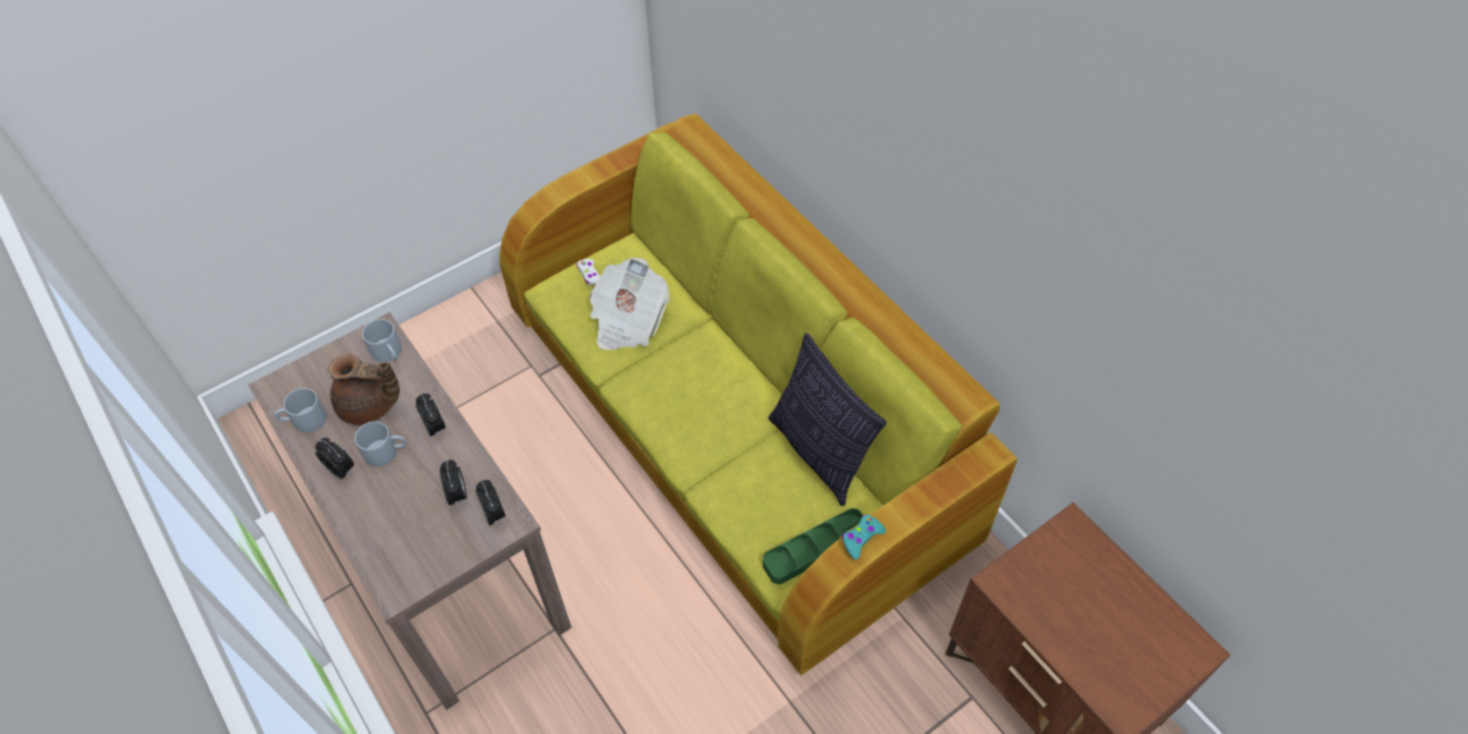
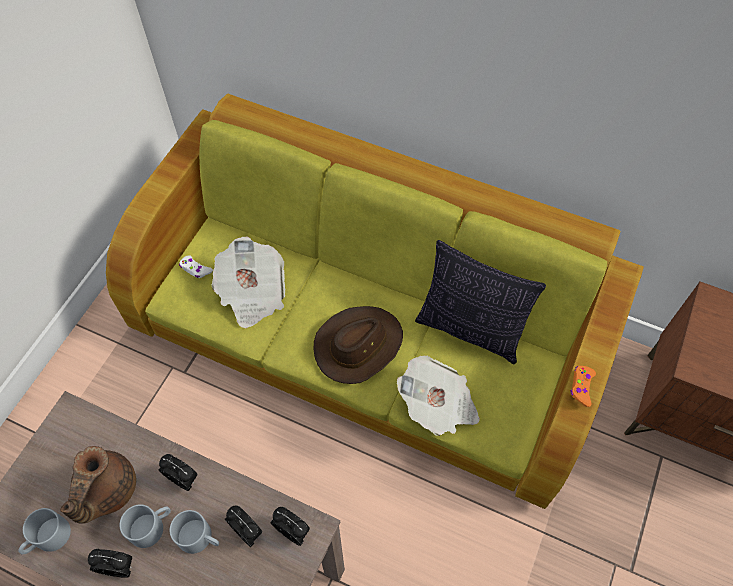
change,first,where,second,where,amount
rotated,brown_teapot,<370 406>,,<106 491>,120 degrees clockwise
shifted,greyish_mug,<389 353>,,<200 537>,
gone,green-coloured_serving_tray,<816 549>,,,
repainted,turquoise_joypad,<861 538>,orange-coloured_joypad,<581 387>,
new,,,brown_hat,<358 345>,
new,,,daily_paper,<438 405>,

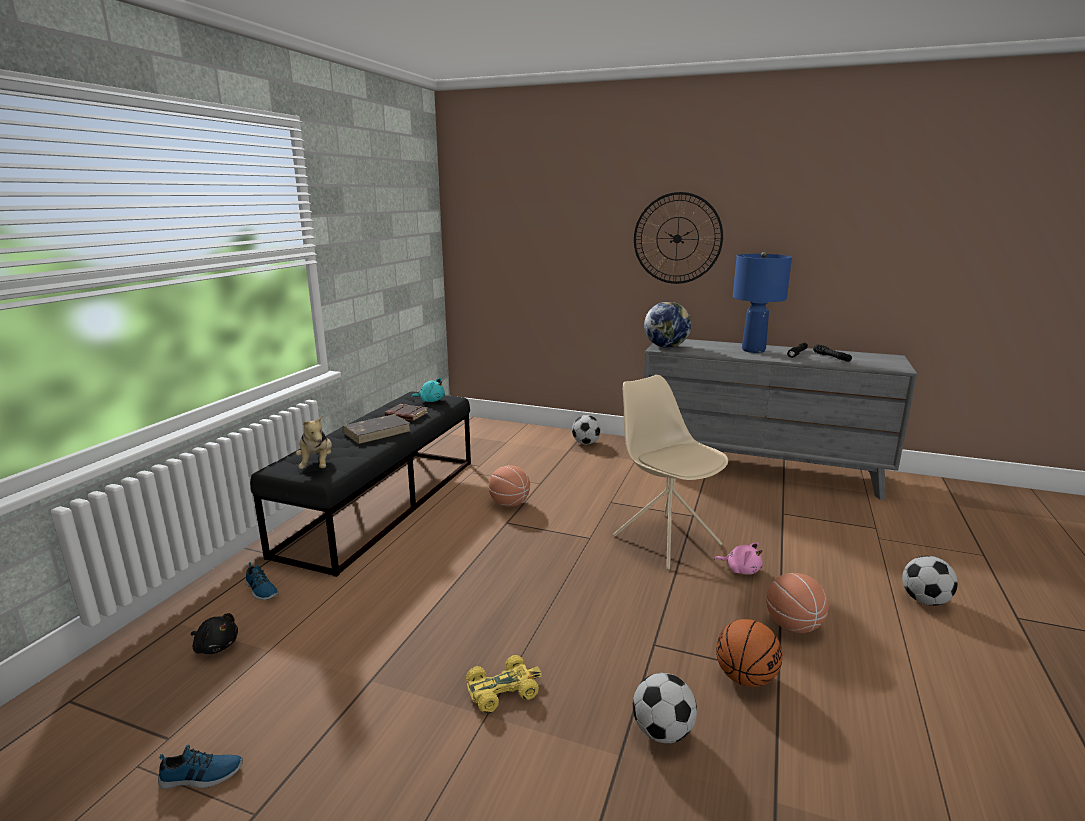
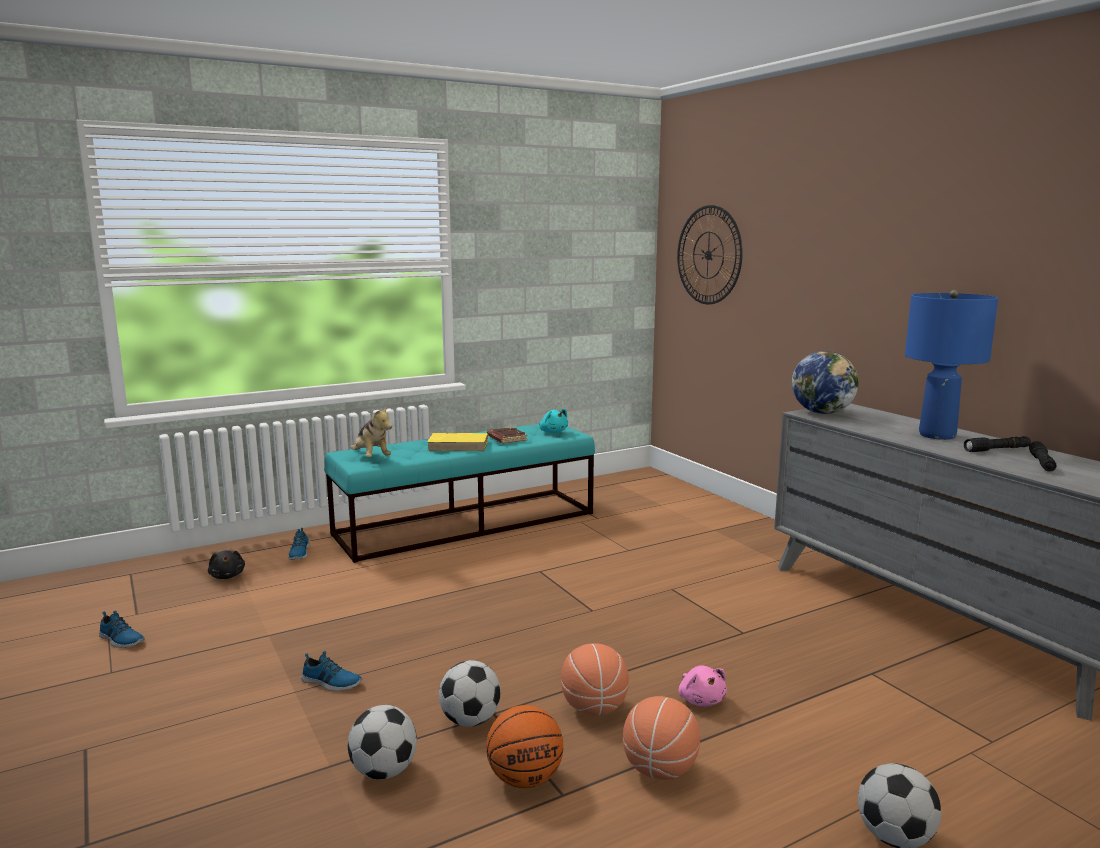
change,first,where,second,where,amount
repainted,blackish_indoor_bench,<383 503>,turquoise_indoor_bench,<467 523>,
rotated,soft_toy,<317 465>,,<371 458>,60 degrees counterclockwise
repainted,brown_book,<377 431>,yellow_book,<459 445>,
swapped,yellow_model_car,<503 690>,item_of_footwear,<331 683>,
shifted,basketball_ball,<509 503>,,<594 708>,
shifted,football_ball,<585 443>,,<470 720>,
gone,beige_chair,<665 539>,,,
shifted,hanging_clock,<677 238>,,<708 255>,

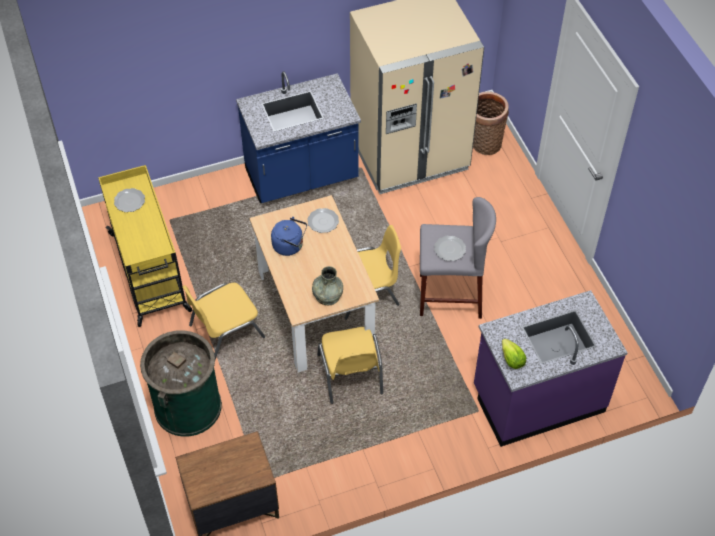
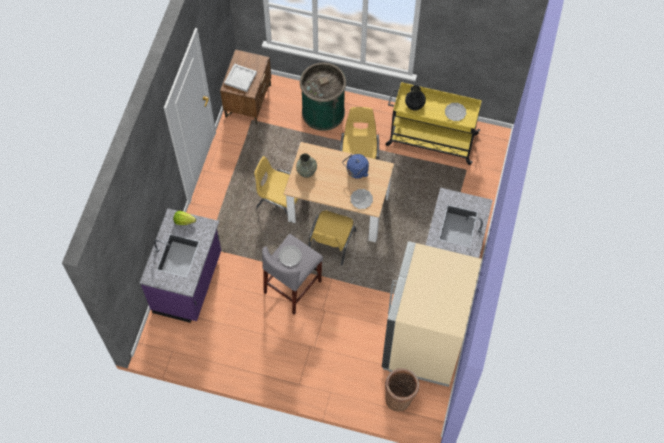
change,first,where,second,where,amount
new,,,white_serving_tray,<240 78>,
new,,,blackish_decorative_vase,<415 103>,

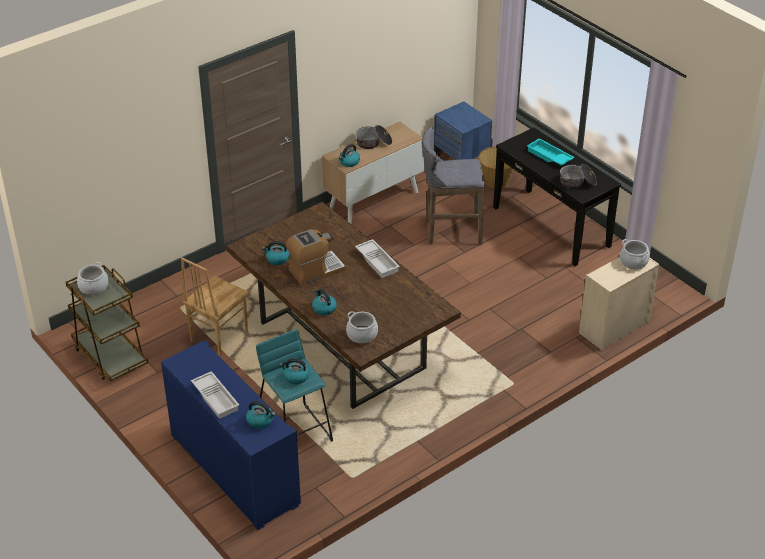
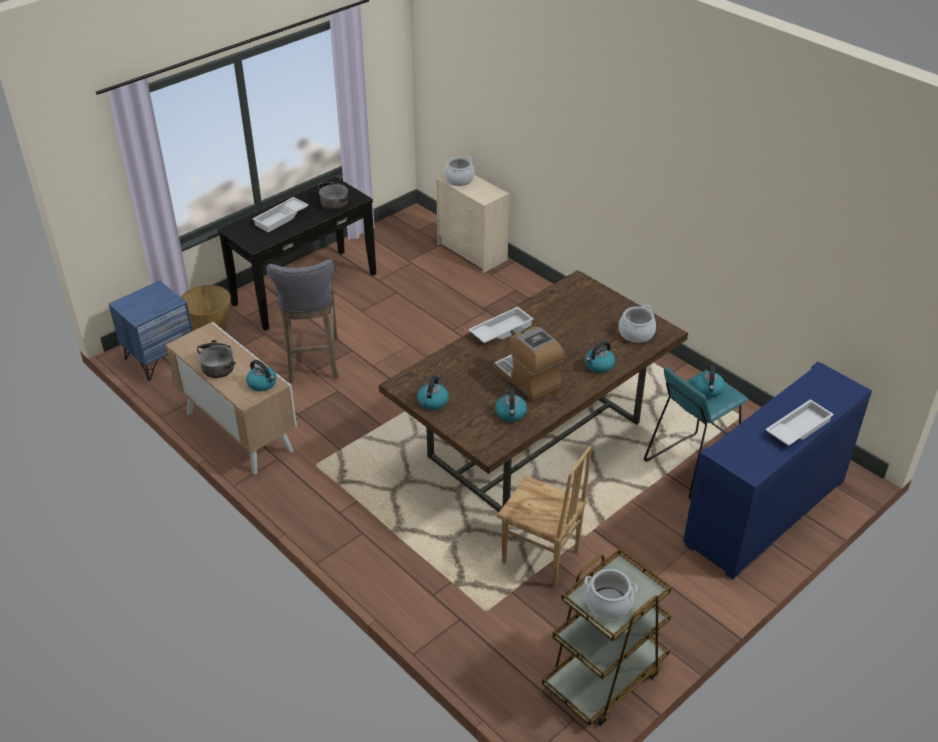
change,first,where,second,where,amount
shifted,water_kettle,<260 420>,,<433 401>,
repainted,turquoise_serving_tray,<549 156>,white_serving_tray,<281 218>,

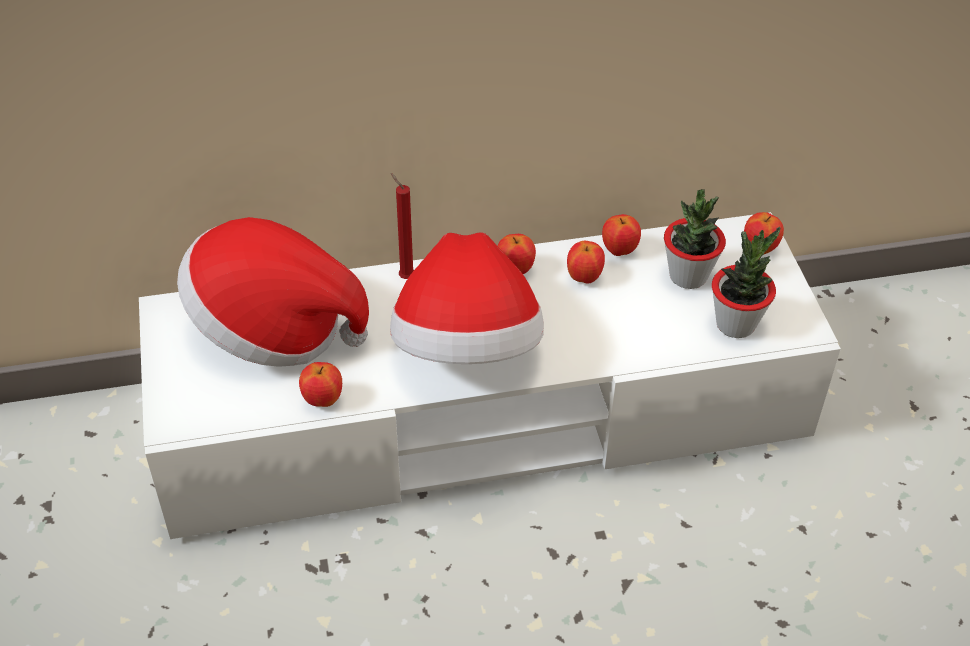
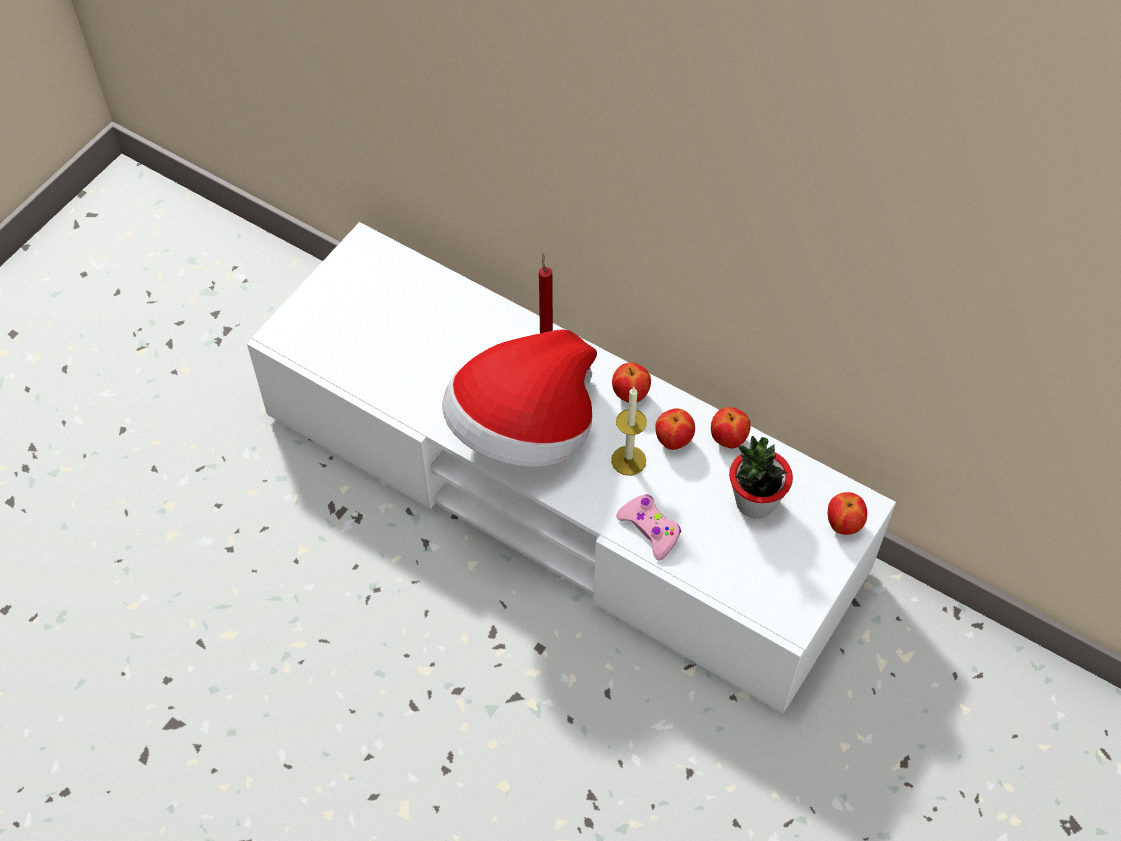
change,first,where,second,where,amount
gone,hat,<273 328>,,,
gone,apple,<322 400>,,,
gone,potted_plant,<736 324>,,,
new,,,wax_candle,<628 460>,
new,,,pinkish_joypad,<650 529>,

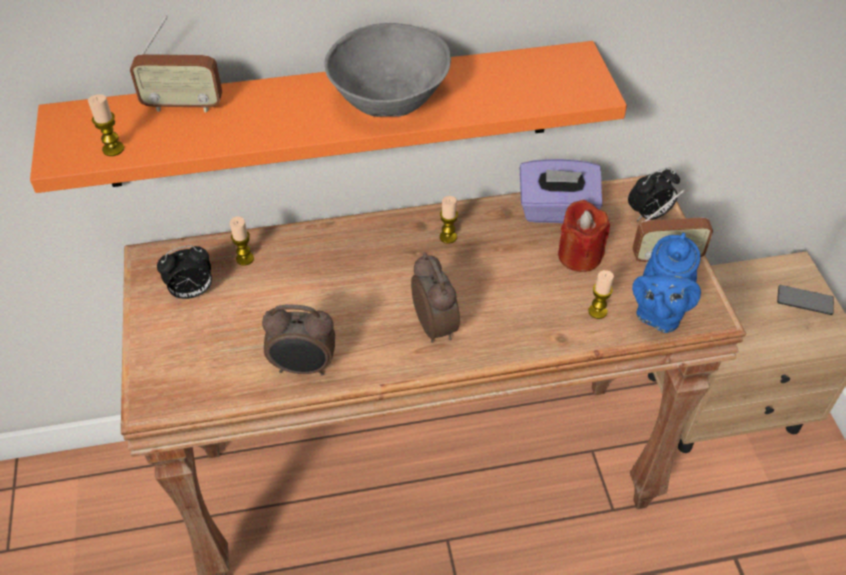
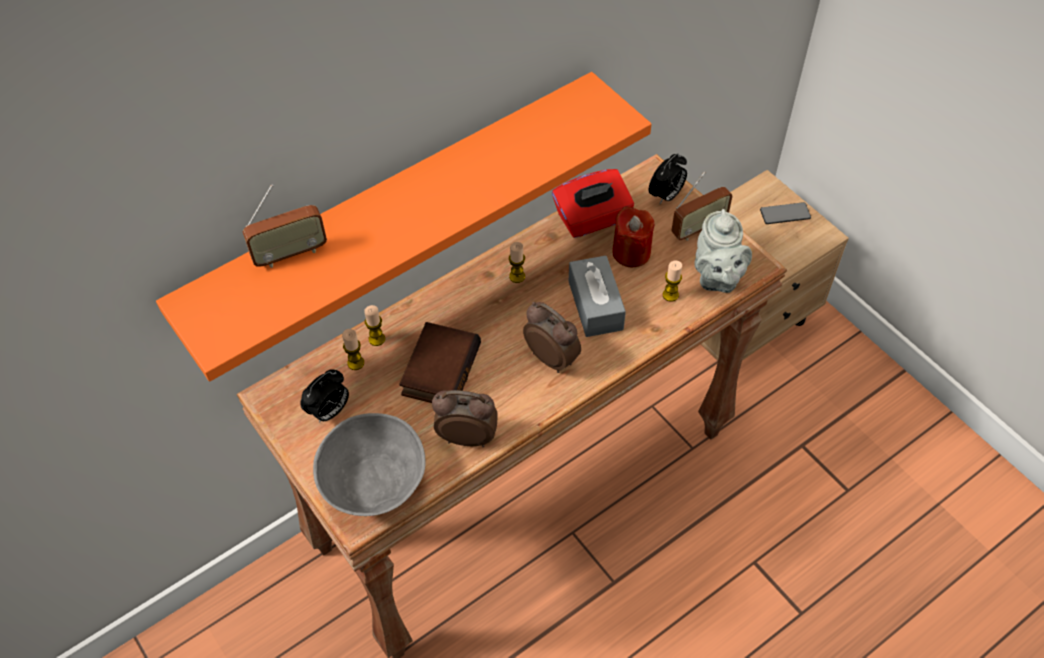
change,first,where,second,where,amount
shifted,wax_candle,<113 149>,,<376 339>,
rotated,alarm_clock,<303 368>,,<467 436>,150 degrees counterclockwise
shifted,greyish_serving_bowl,<387 98>,,<372 483>,
repainted,purple-coloured_tissue_holder,<557 211>,reddish_tissue_holder,<592 219>,
repainted,blue_teapot,<658 313>,greyish_teapot,<716 278>,
new,,,book,<439 368>,
new,,,greyish_tissue_holder,<595 305>,

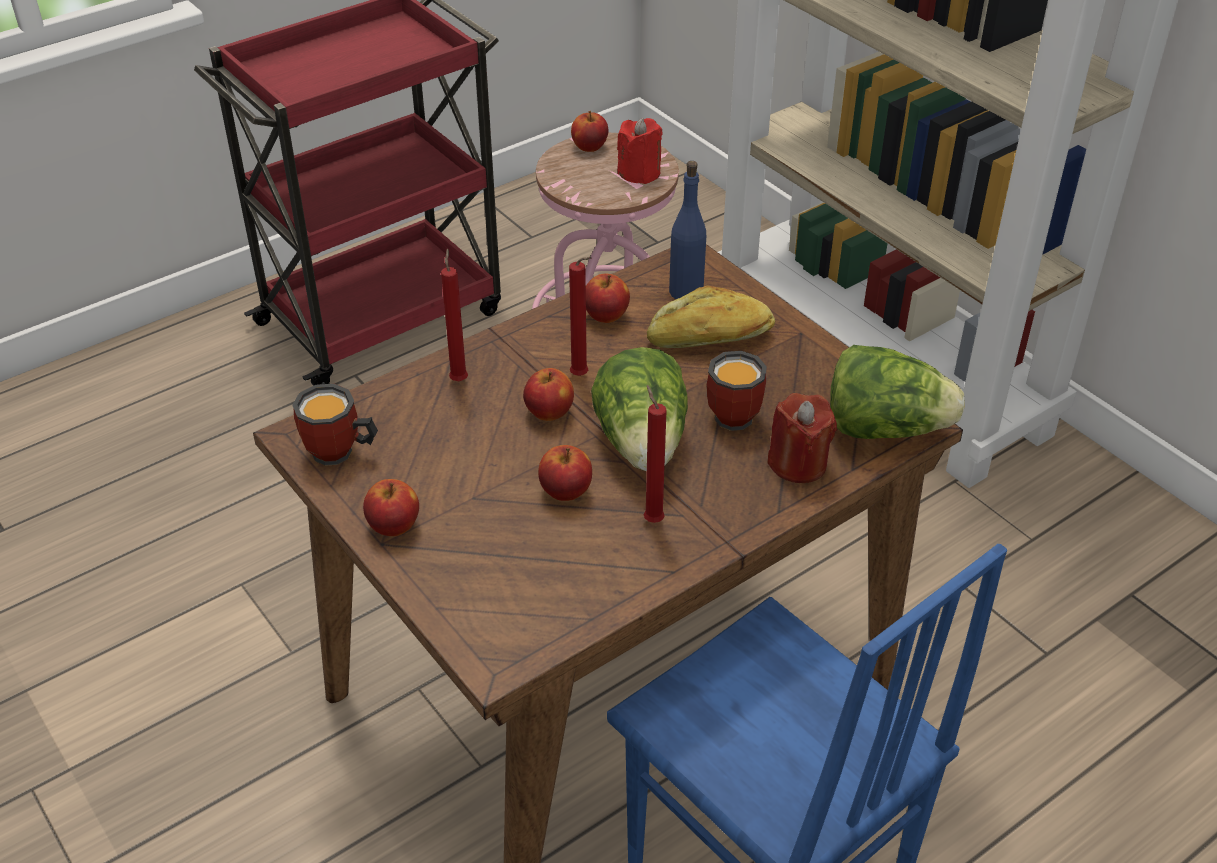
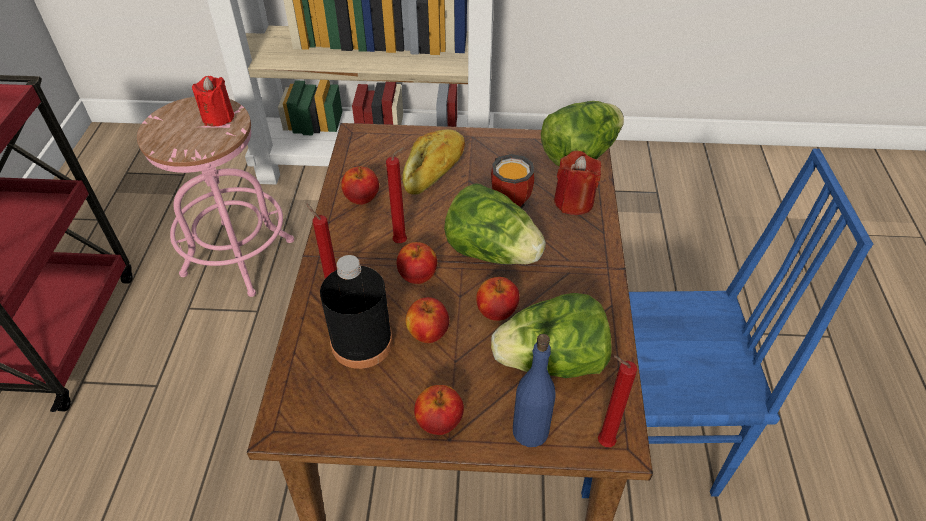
change,first,where,second,where,amount
gone,mug,<339 455>,,,
shifted,apple,<589 147>,,<428 333>,
shifted,reddish_wax_candle,<652 519>,,<602 442>,
shifted,blue_drink_bottle,<686 291>,,<530 430>,
new,,,blackish_drink_bottle,<362 342>,
new,,,lettuce,<551 362>,

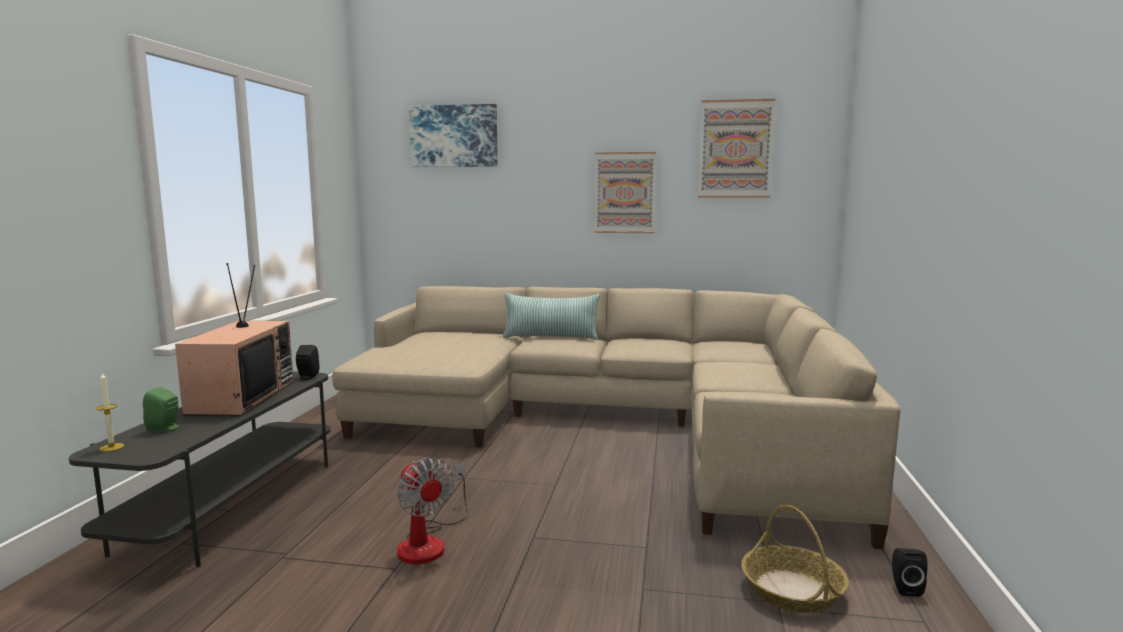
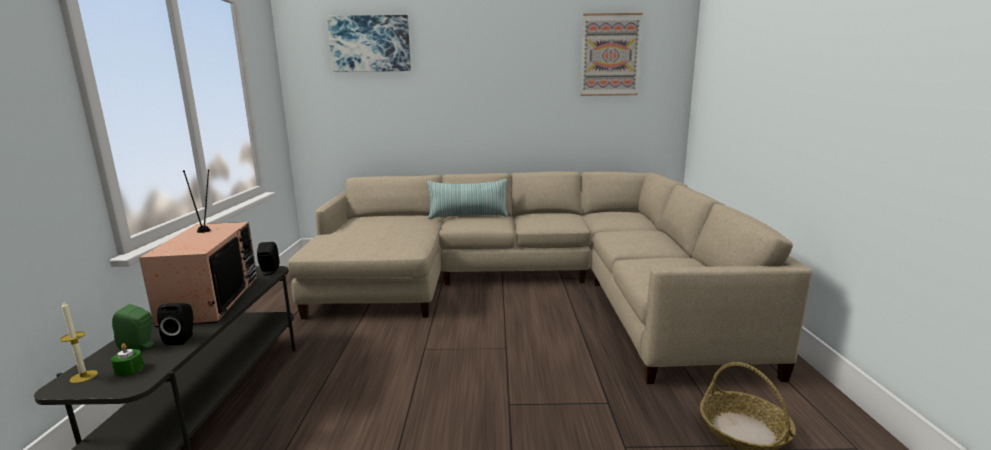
change,first,where,second,where,amount
gone,cooling_fan,<429 542>,,,
gone,picture,<624 193>,,,
shifted,blackish_audio_speaker,<904 588>,,<182 338>,
new,,,green-coloured_wax_candle,<129 369>,

